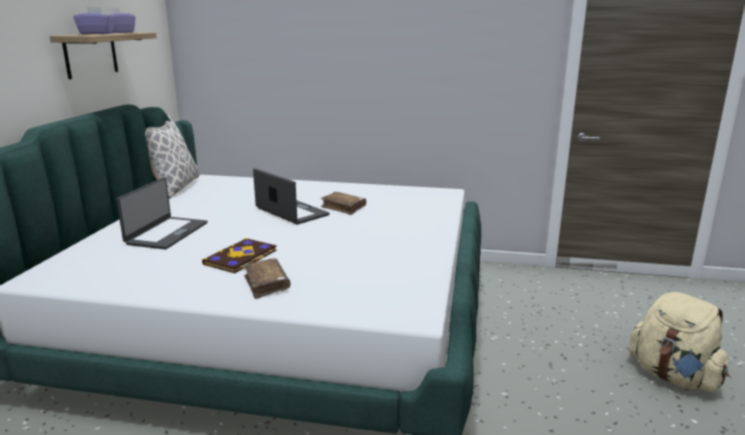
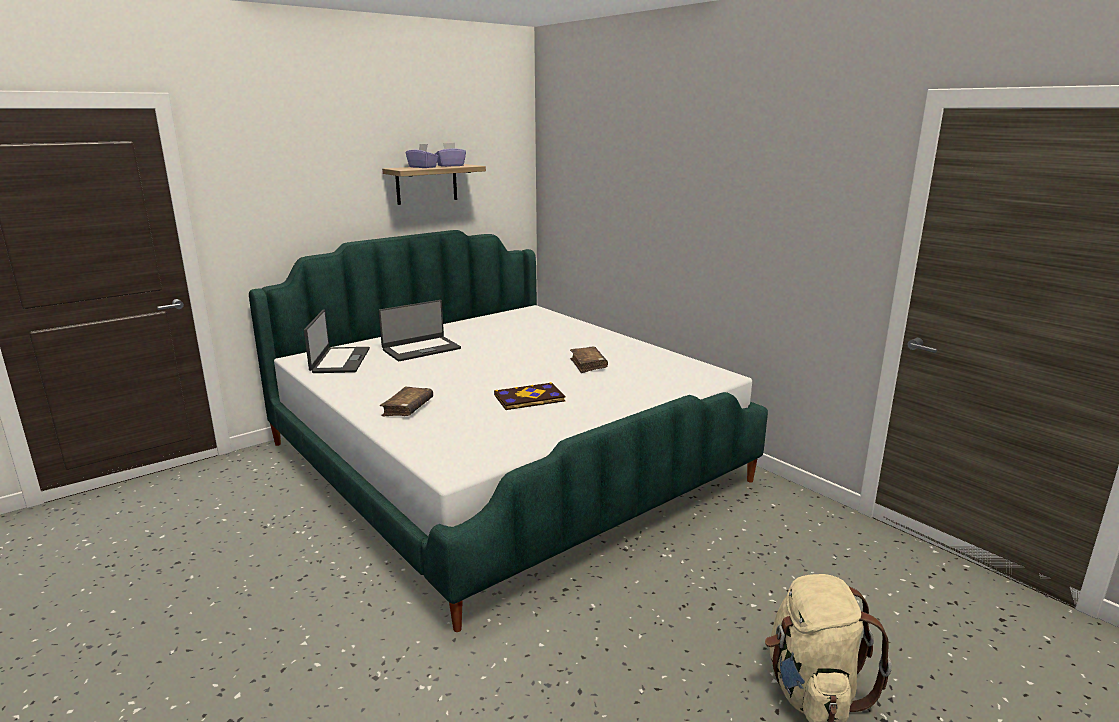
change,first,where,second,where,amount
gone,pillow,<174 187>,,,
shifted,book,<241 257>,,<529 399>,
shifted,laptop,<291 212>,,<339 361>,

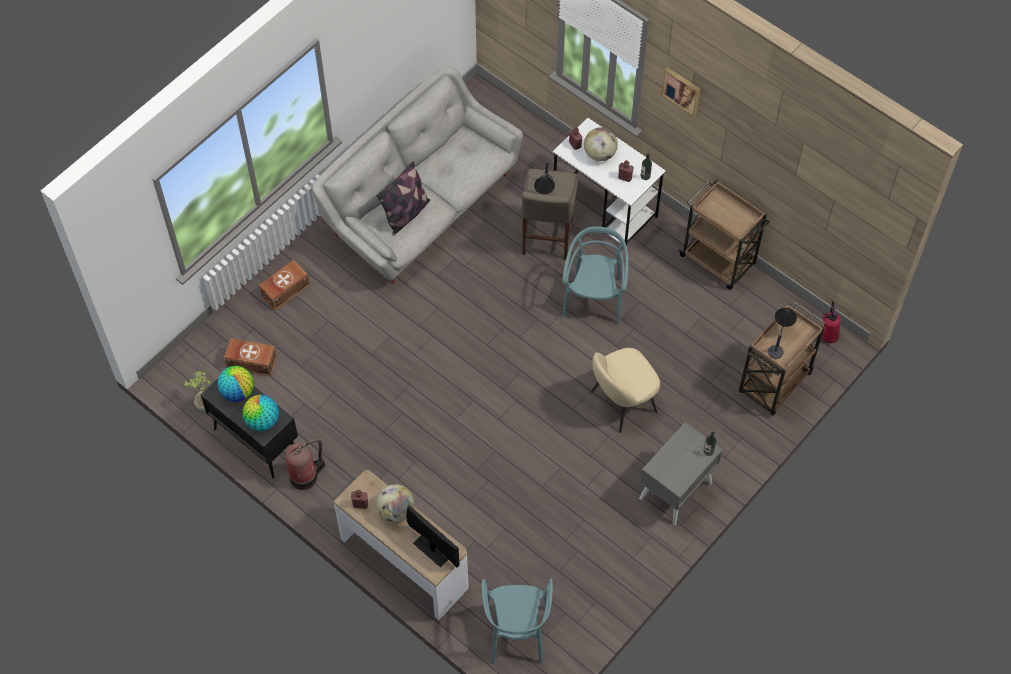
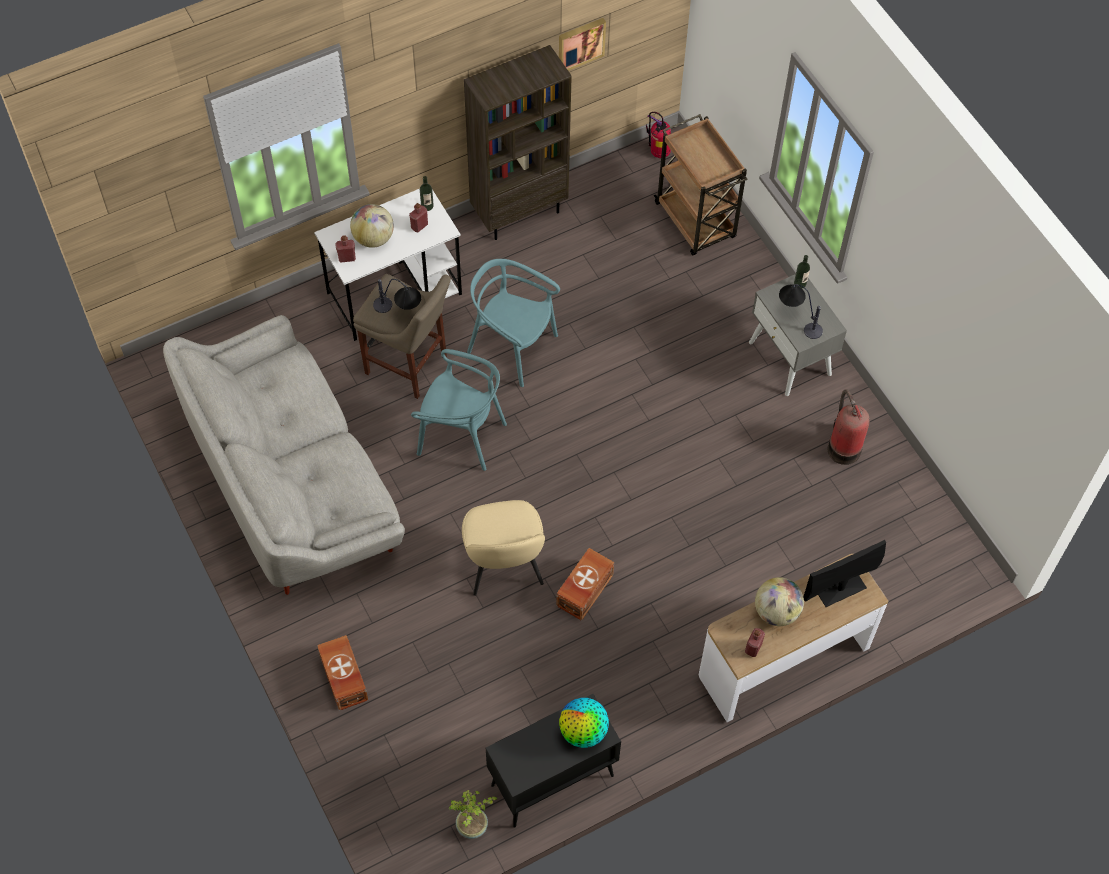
change,first,where,second,where,amount
gone,globe,<238 392>,,,
shifted,brown_storage_box,<251 362>,,<583 590>,
shifted,fire_extinguisher,<305 476>,,<843 447>,
gone,pillow,<406 214>,,,
shifted,turquoise_chair,<516 633>,,<461 436>,
shifted,beige_chair,<621 402>,,<504 567>,
shifted,picture,<682 90>,,<580 43>,
swapped,brown_cart,<718 261>,brown_bookshelf,<519 213>,
shifted,tabletop_lamp,<779 338>,,<797 320>,

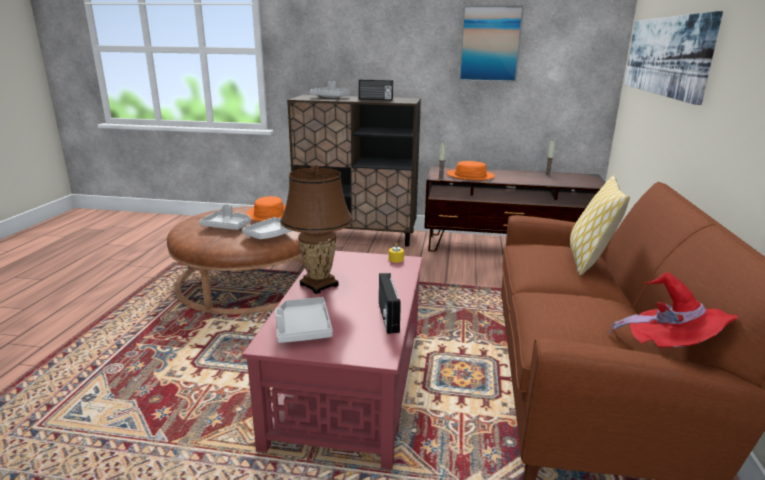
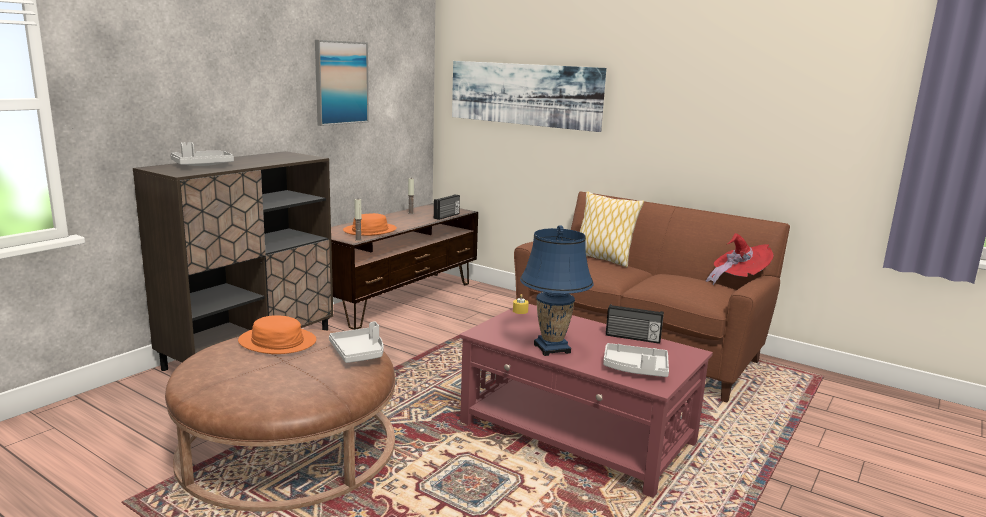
change,first,where,second,where,amount
gone,greyish_serving_tray,<227 226>,,,
repainted,brown_tabletop_lamp,<319 285>,blue_tabletop_lamp,<552 349>,
shifted,radio_set,<375 99>,,<447 216>,

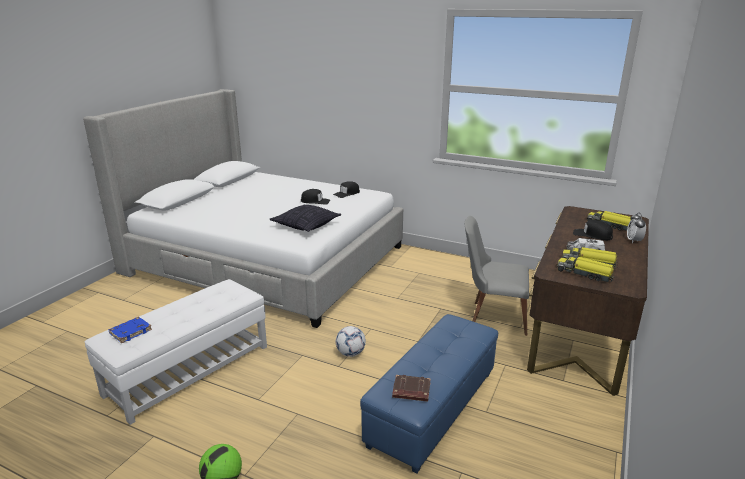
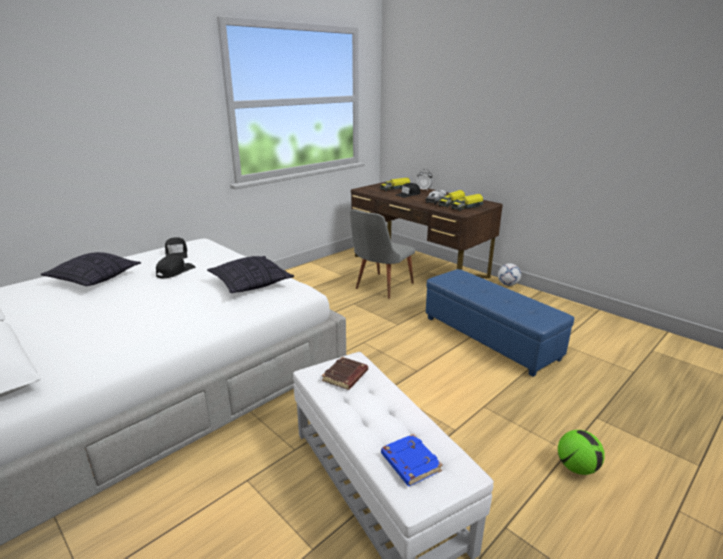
change,first,where,second,where,amount
shifted,football_ball,<350 353>,,<508 284>,
shifted,brown_book,<411 391>,,<345 376>,
new,,,pillow,<94 279>,

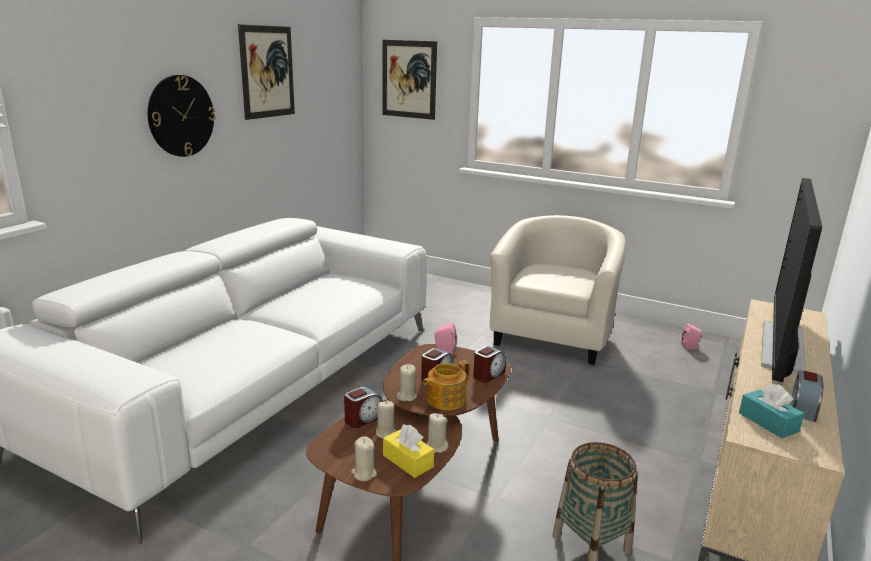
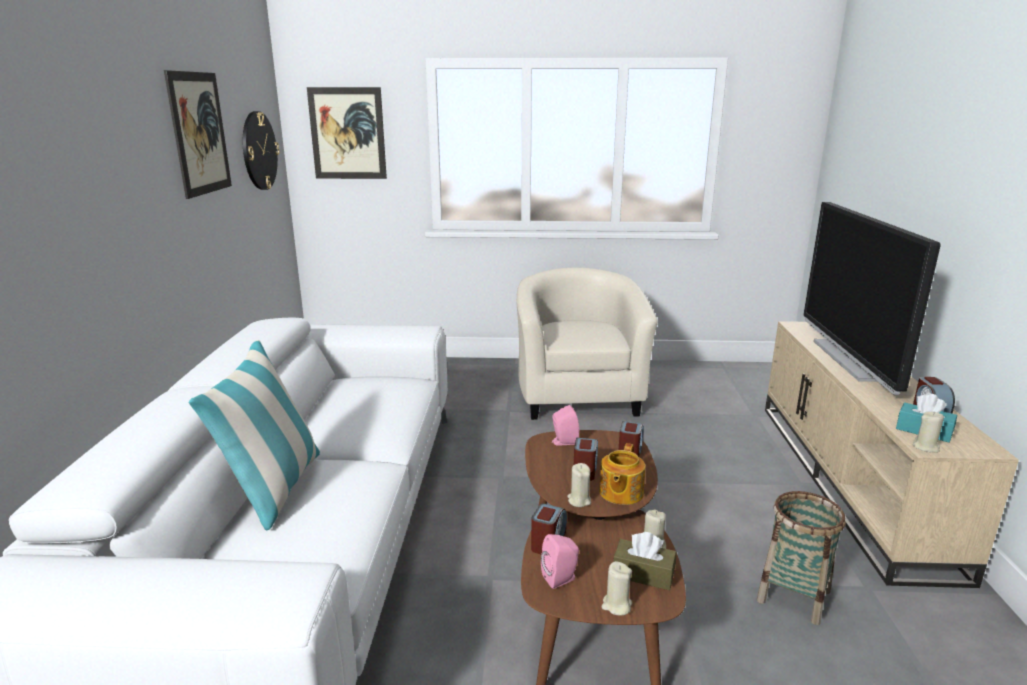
change,first,where,second,where,amount
shifted,hanging_clock,<181 116>,,<259 151>,
shifted,beige_wax_candle,<386 433>,,<926 447>,
repainted,yellow_tissue_holder,<407 461>,brown_tissue_holder,<643 574>,
shifted,pinkish_audio_speaker,<690 347>,,<561 578>,
new,,,pillow,<274 489>,

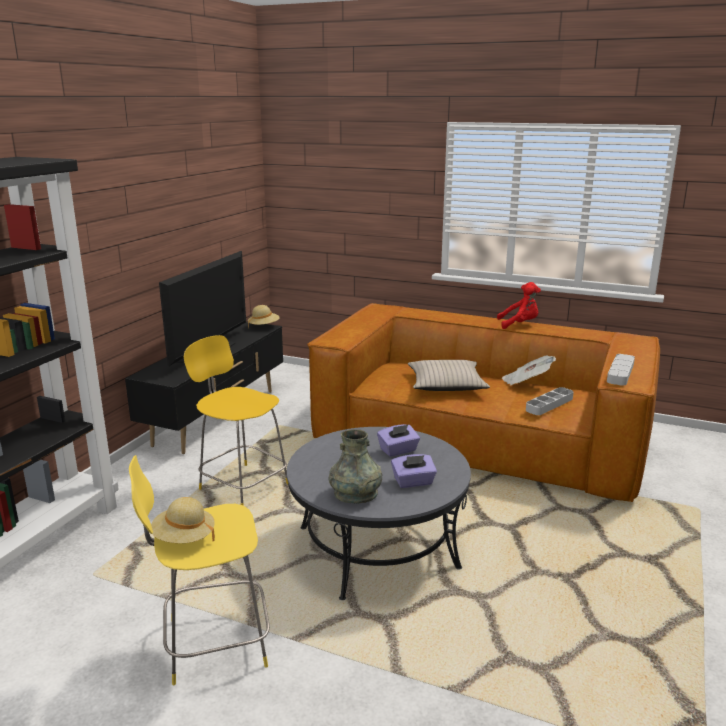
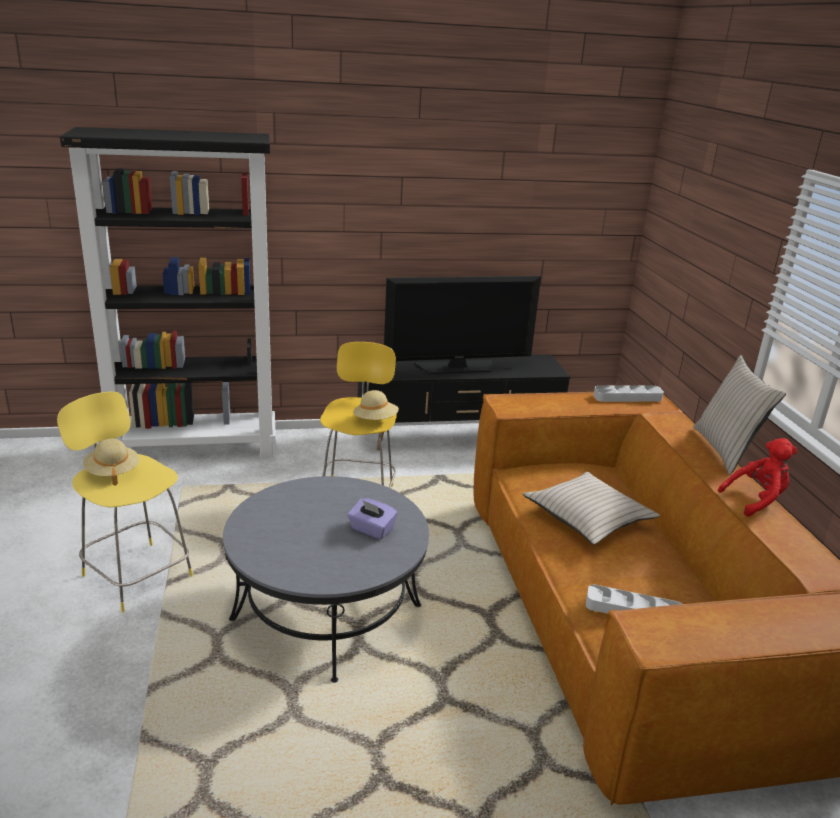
change,first,where,second,where,amount
shifted,beige_hat,<264 326>,,<375 420>,
gone,greyish_decorative_vase,<356 494>,,,
gone,purple-coloured_tissue_holder,<413 482>,,,
rotated,reddish_soft_toy,<519 324>,,<756 500>,75 degrees counterclockwise
gone,daily_paper,<526 382>,,,
shifted,greyish_serving_tray,<620 373>,,<627 397>,
new,,,beige_pillow,<725 450>,

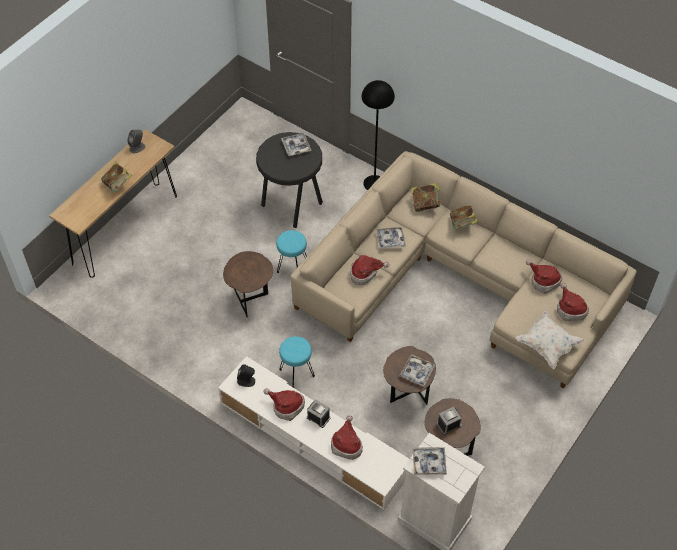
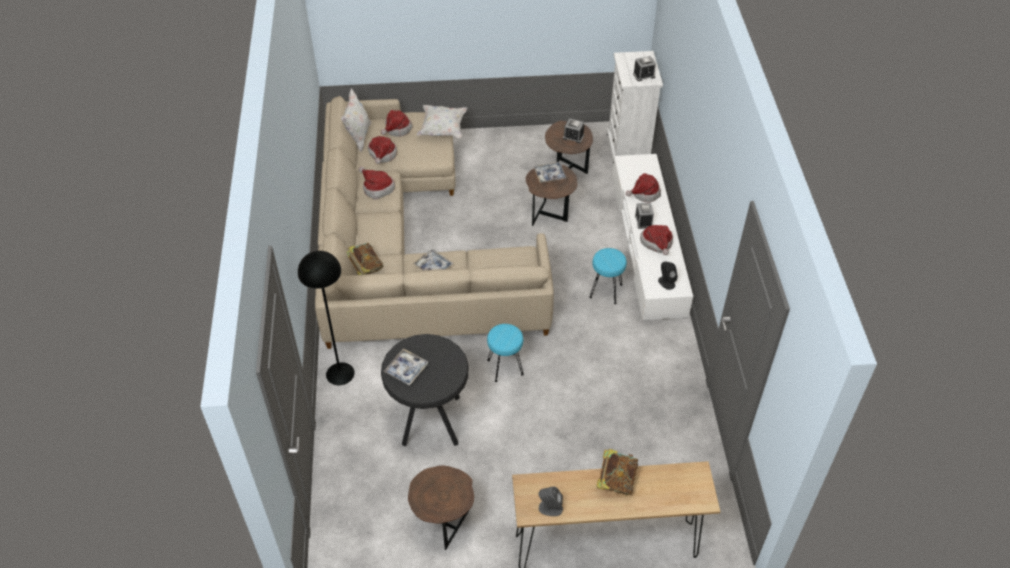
change,first,where,second,where,amount
shifted,brown_side_table,<251 299>,,<443 525>,
shifted,hat,<365 273>,,<377 188>,
swapped,serving_tray,<429 463>,alarm_clock,<644 75>,
gone,book,<462 224>,,,
new,,,white_pillow,<358 137>,

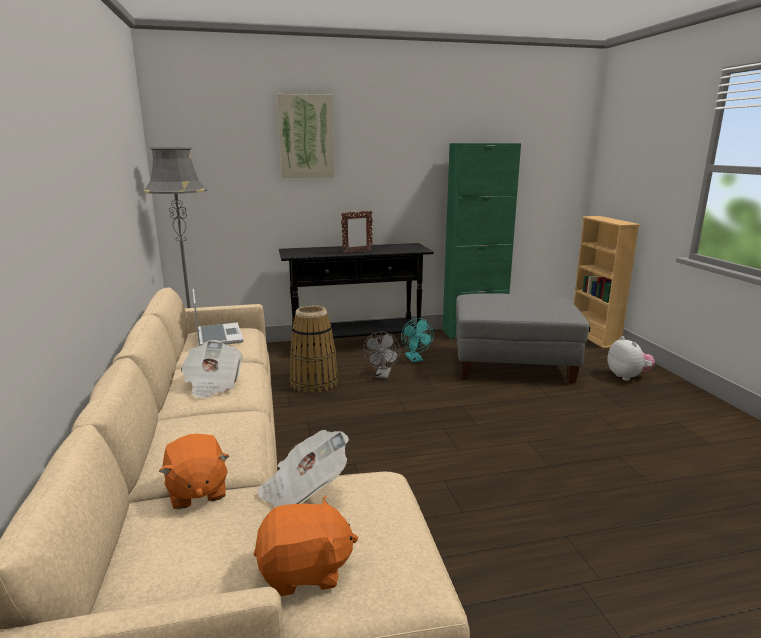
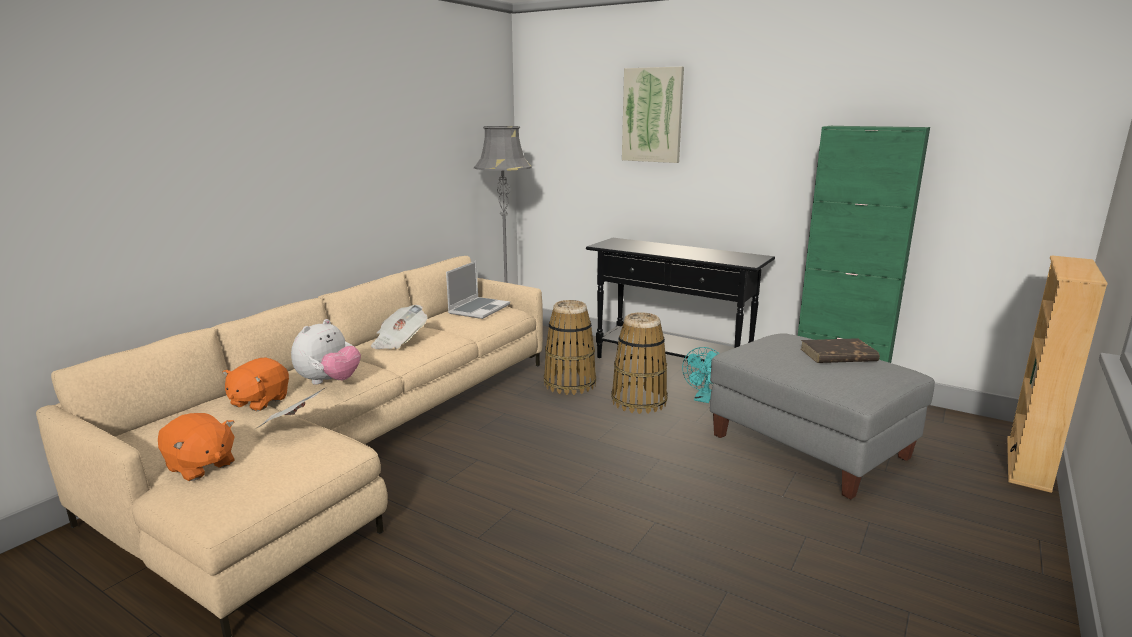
change,first,where,second,where,amount
gone,standing_frame,<357 252>,,,
swapped,greyish_cooling_fan,<382 376>,basket,<639 401>,
shifted,soft_toy,<627 377>,,<329 382>,
new,,,brown_book,<837 355>,

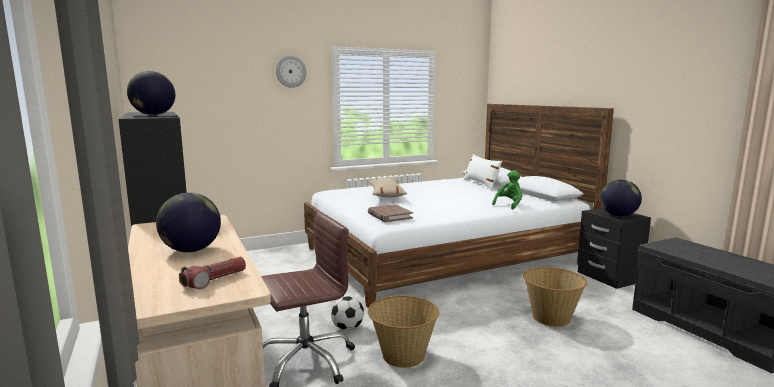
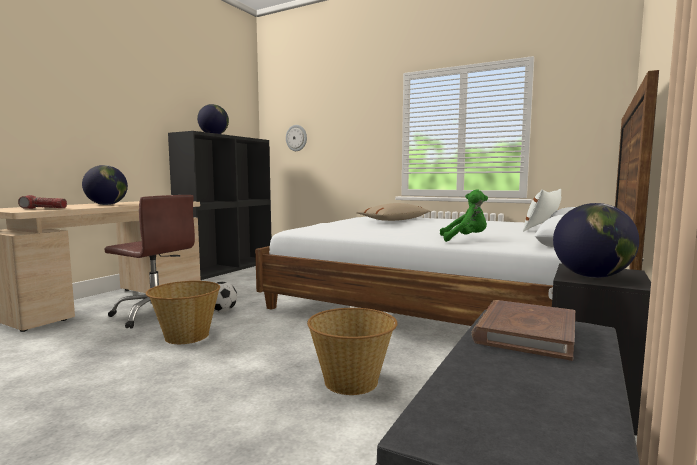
change,first,where,second,where,amount
shifted,hanging_clock,<291 71>,,<296 138>,
shifted,brown_book,<389 216>,,<525 333>,

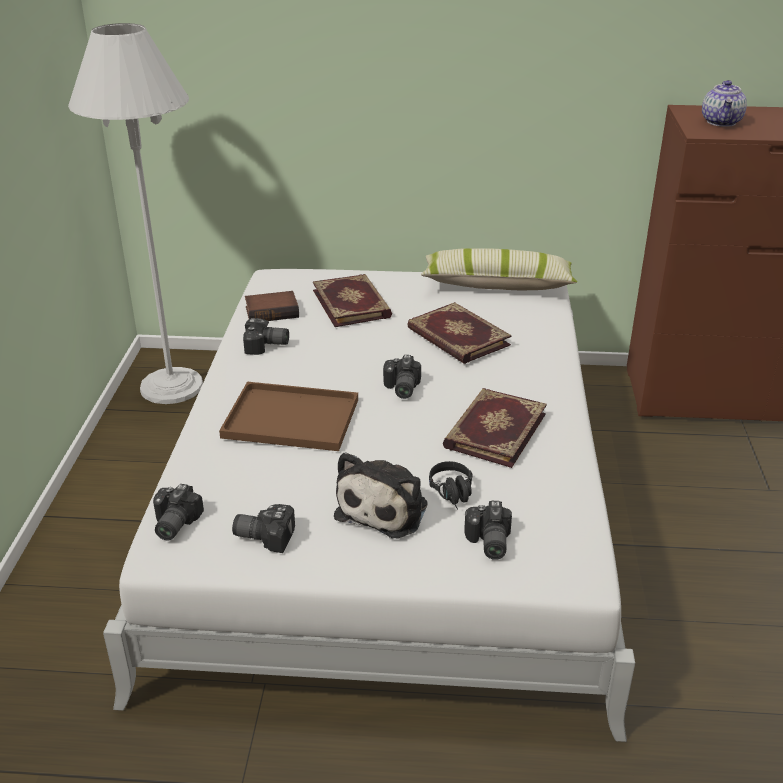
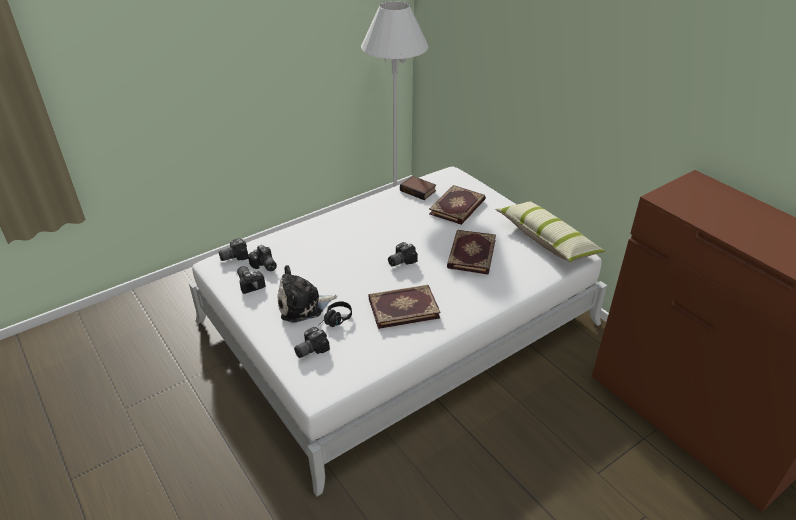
change,first,where,second,where,amount
gone,brown_serving_tray,<288 419>,,,
shifted,photo_camera,<266 346>,,<264 266>,
gone,teapot,<721 122>,,,

